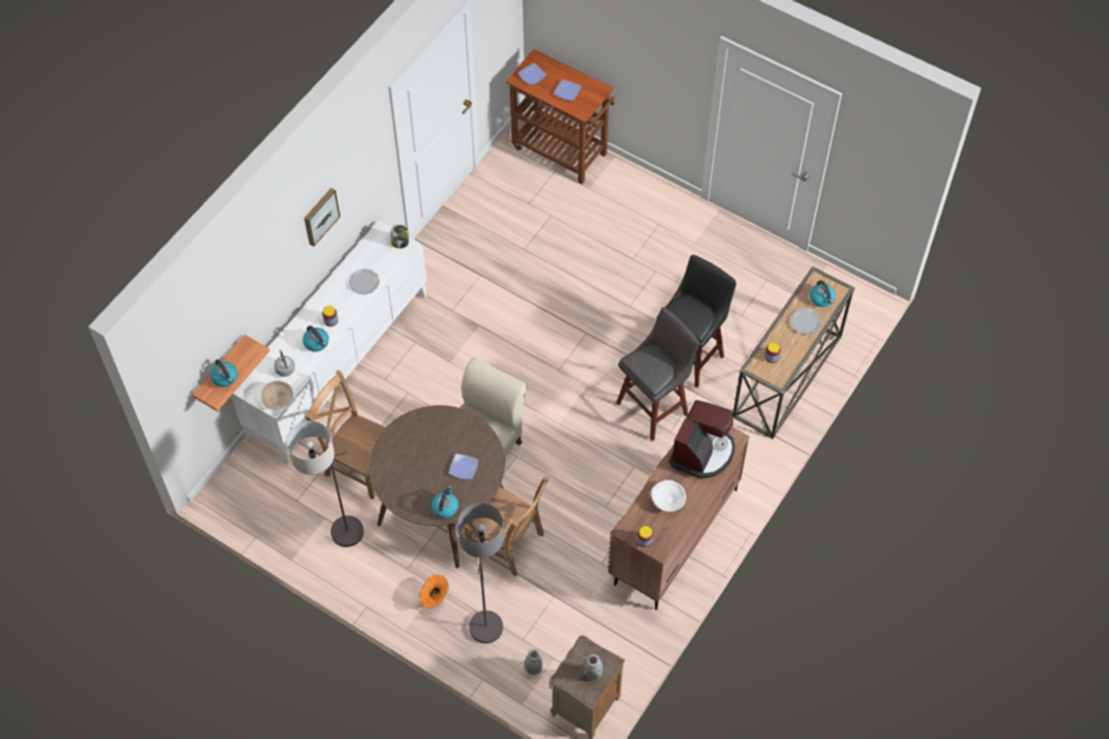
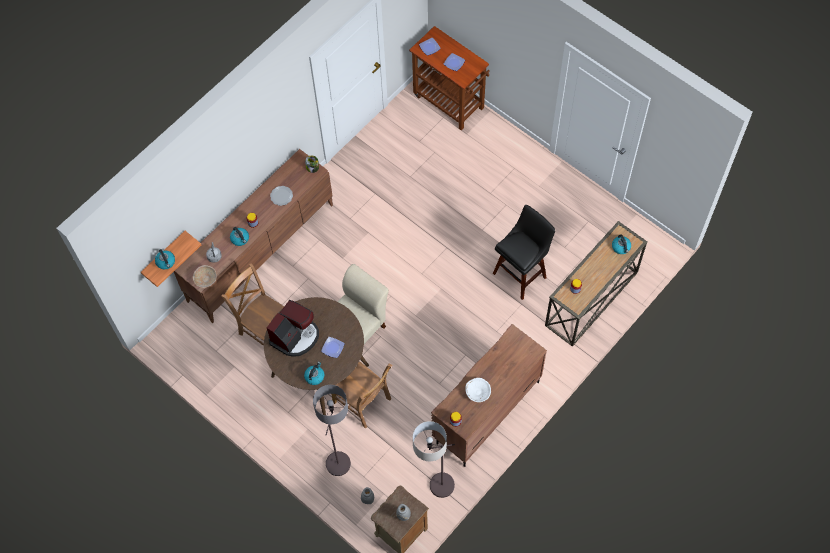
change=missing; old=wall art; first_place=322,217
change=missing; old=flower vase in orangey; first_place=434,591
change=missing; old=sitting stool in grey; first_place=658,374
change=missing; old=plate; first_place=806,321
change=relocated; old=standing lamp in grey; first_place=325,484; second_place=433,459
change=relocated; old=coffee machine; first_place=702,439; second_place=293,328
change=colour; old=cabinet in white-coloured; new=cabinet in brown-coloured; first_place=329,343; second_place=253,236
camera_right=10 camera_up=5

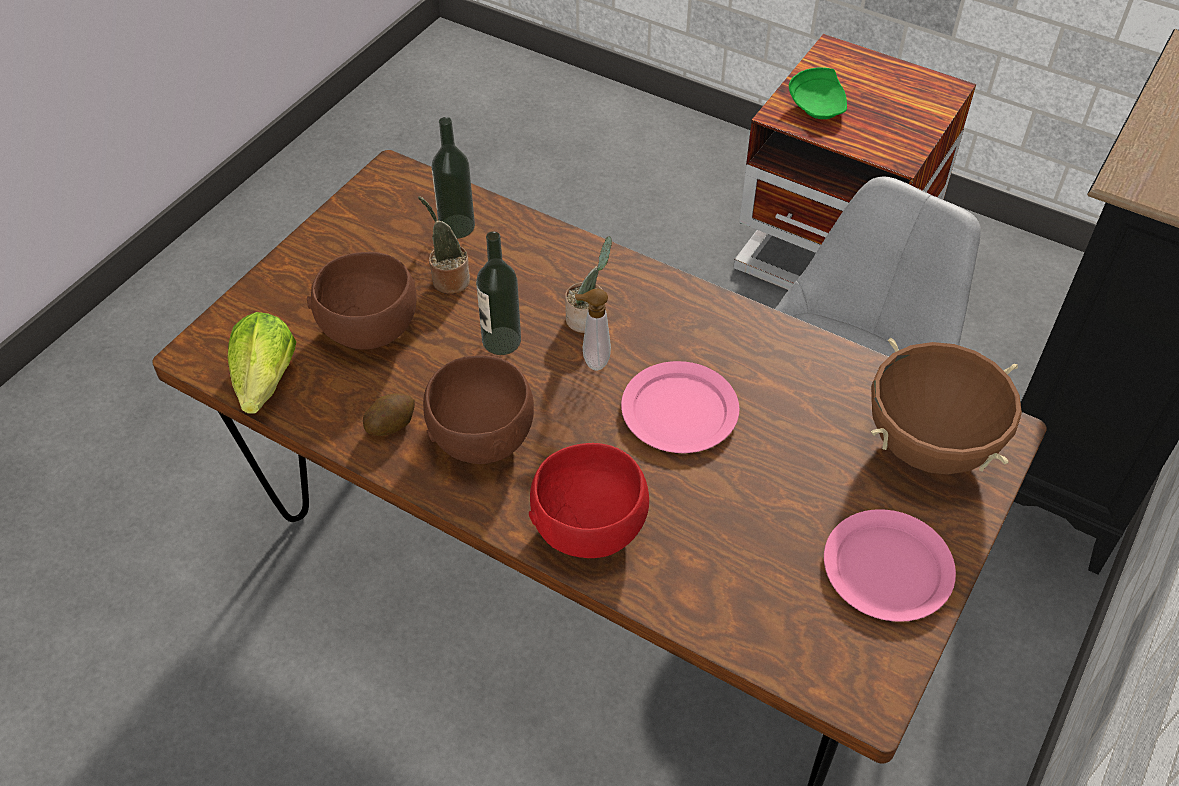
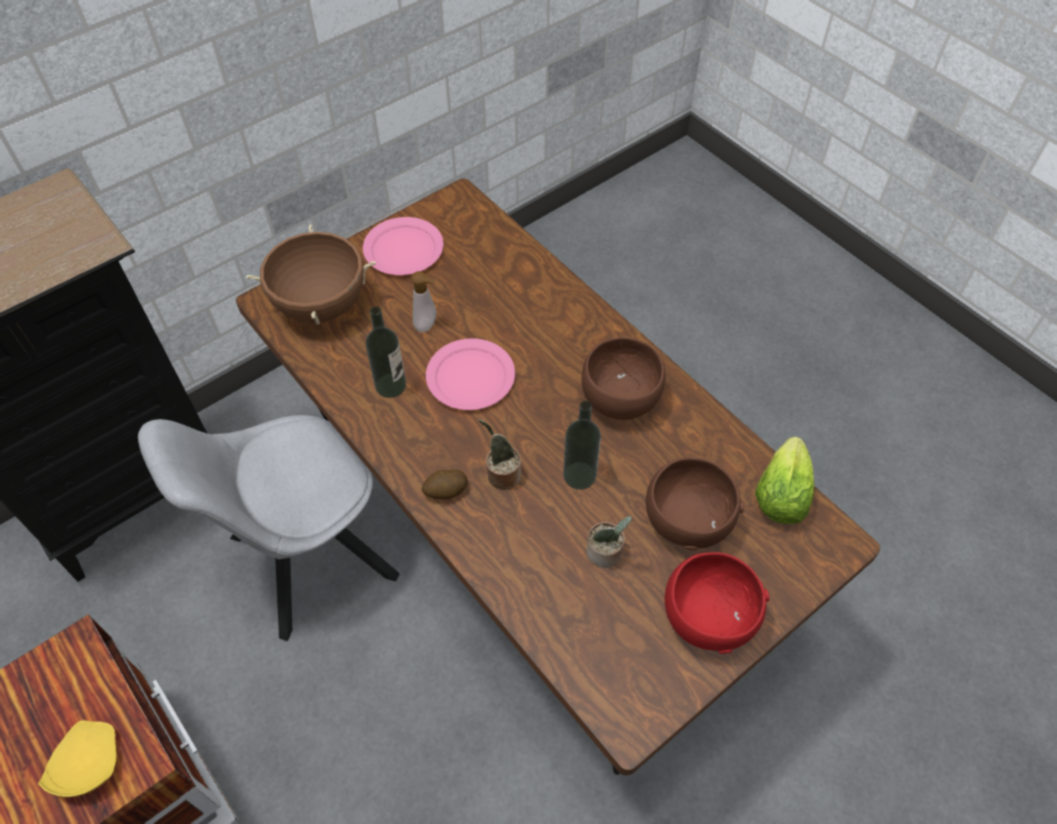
change=relocated; old=potato; first_place=389,414; second_place=444,484
change=relocated; old=drink bottle; first_place=453,178; second_place=385,352
change=relocated; old=deep dish in reddish; first_place=589,500; second_place=717,603
change=relocated; old=soap bottle; first_place=593,329; second_place=423,301
change=colour; old=plate in green; new=plate in yellow; first_place=818,93; second_place=77,758
camera_right=-160 camera_up=5

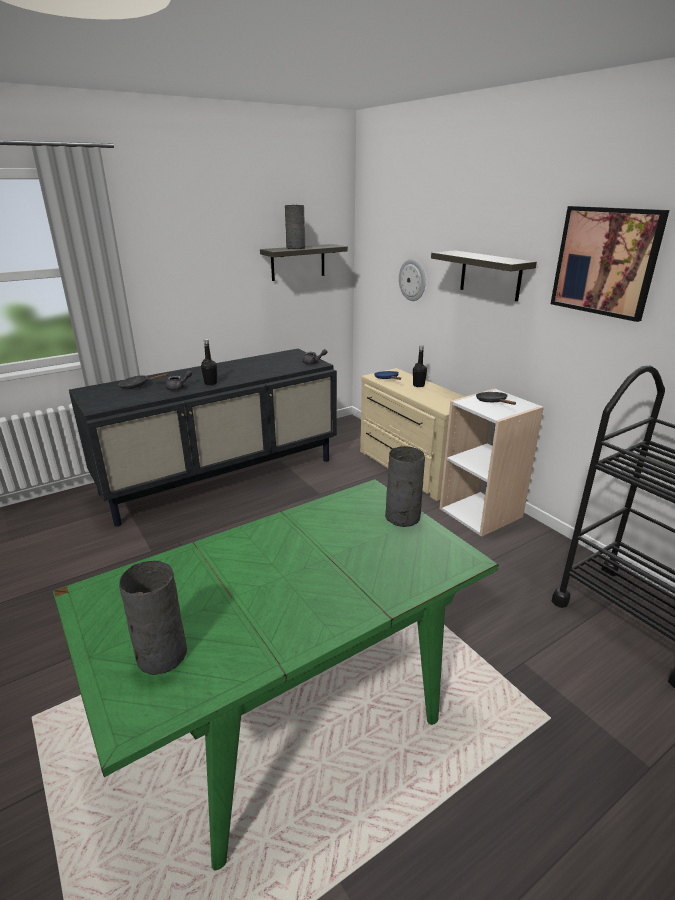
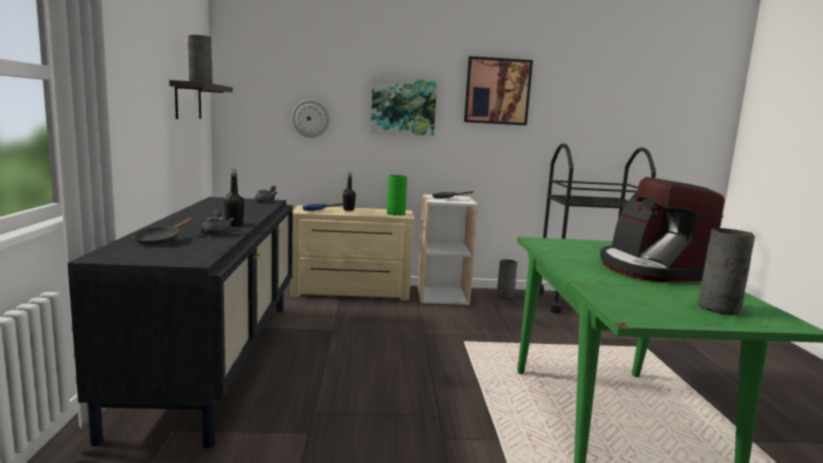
change=appeared; new=flower vase in green; second_place=397,195
change=appeared; new=coffee machine; second_place=662,229
change=relocated; old=flower vase in grey; first_place=405,486; second_place=506,279
change=exchanged; old=bracket shelf; new=wall art; first_place=484,276; second_place=404,107
camera_right=-60 camera_up=-15

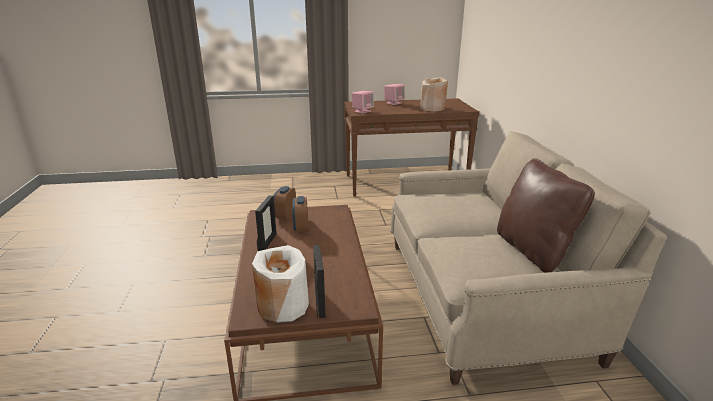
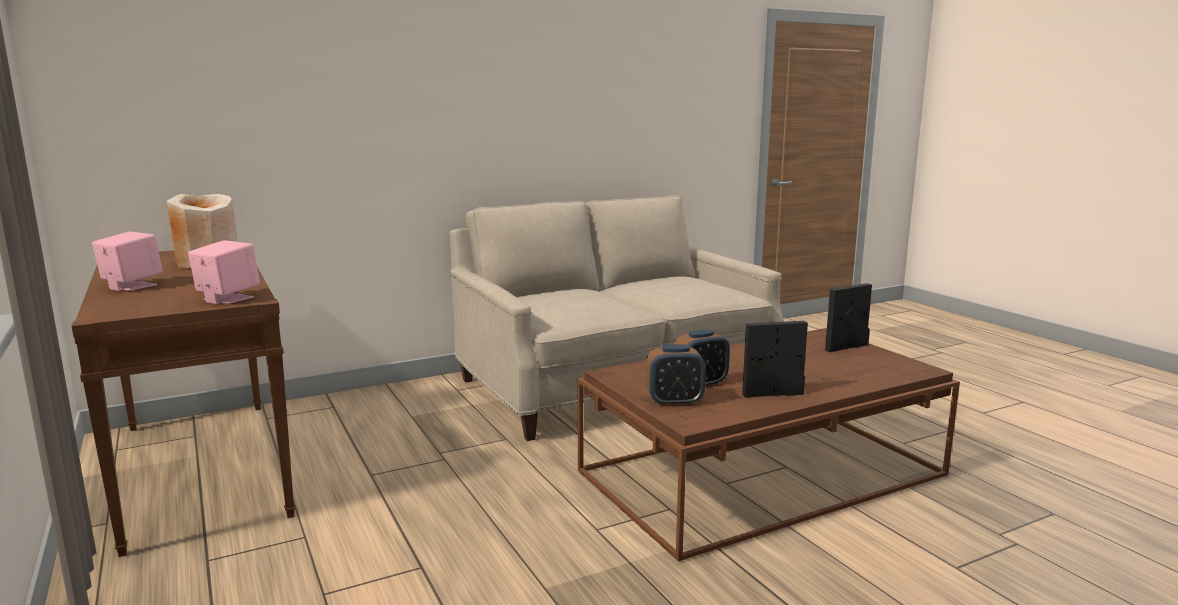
change=missing; old=flower vase in white-coloured; first_place=280,284
change=missing; old=throw pillow in brown-coloured; first_place=546,215
camera_right=-110 camera_up=-10

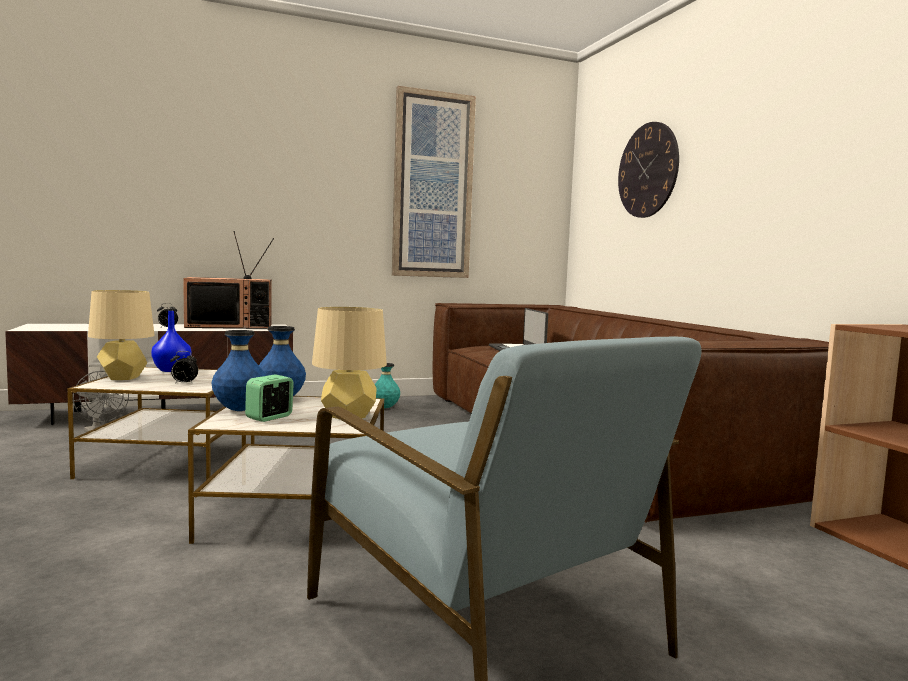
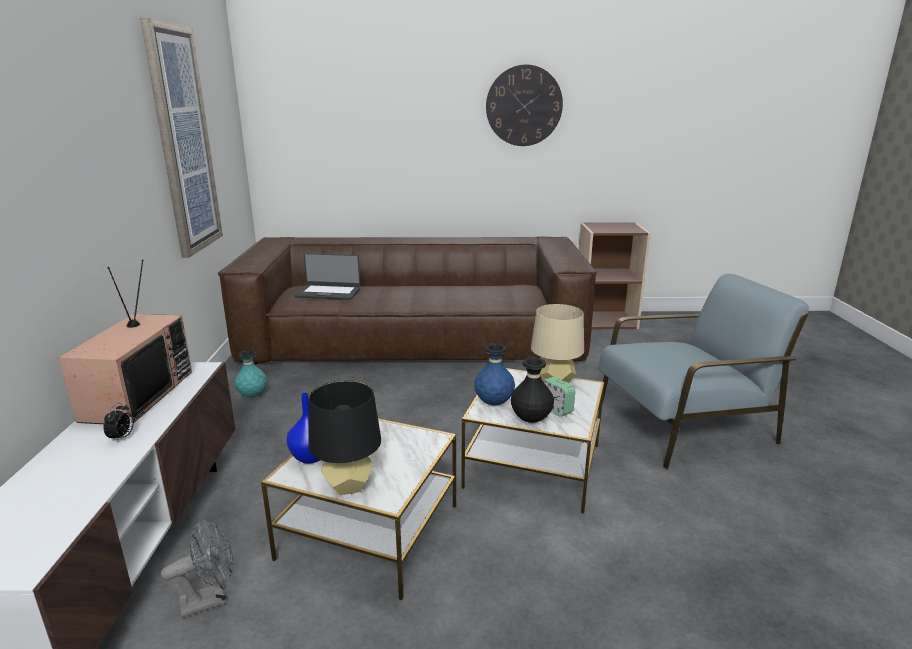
change=missing; old=alarm clock; first_place=184,367
change=relocated; old=wall clock; first_place=648,170; second_place=524,105
change=colour; old=tabletop lamp in beige-coloured; new=tabletop lamp in black; first_place=121,335; second_place=344,437
change=colour; old=flower vase in bluish; new=flower vase in black; first_place=239,370; second_place=532,390
camera_right=-70 camera_up=15

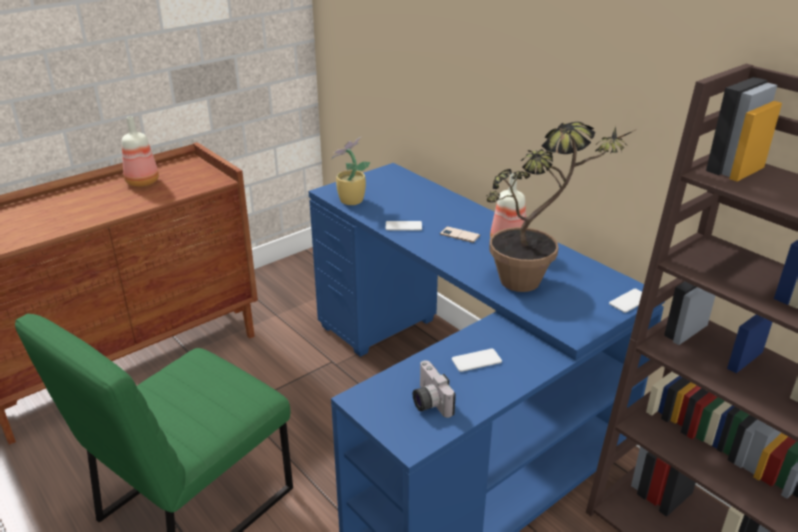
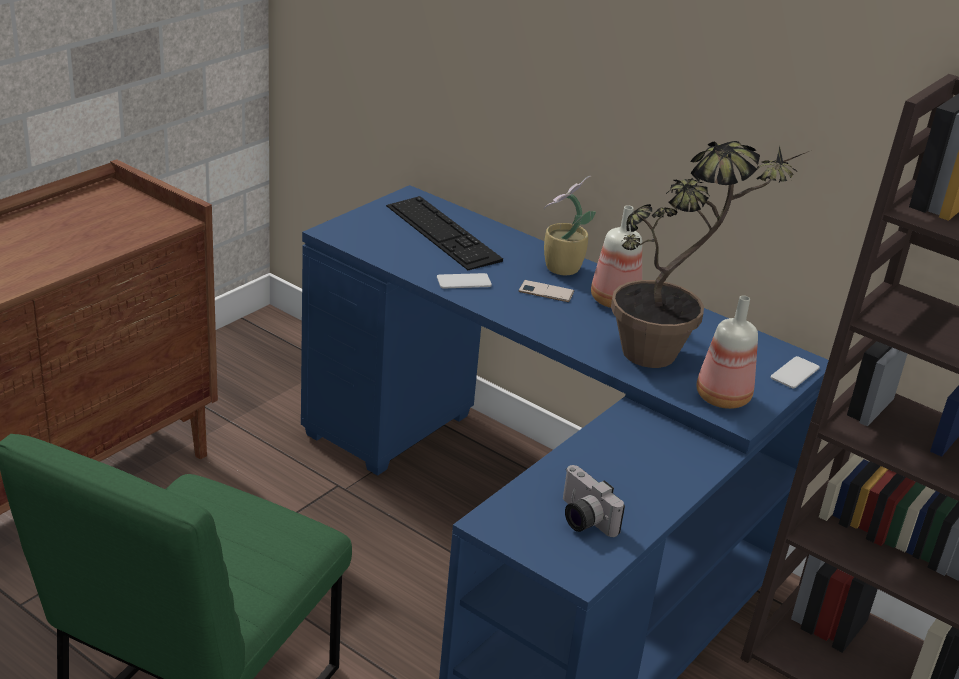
change=missing; old=handset; first_place=477,360
change=appeared; new=PC keyboard; second_place=444,233
change=relocated; old=drink bottle; first_place=140,151; second_place=727,352
change=relocated; old=plant in a pot; first_place=350,171; second_place=570,225
camera_right=-15 camera_up=0

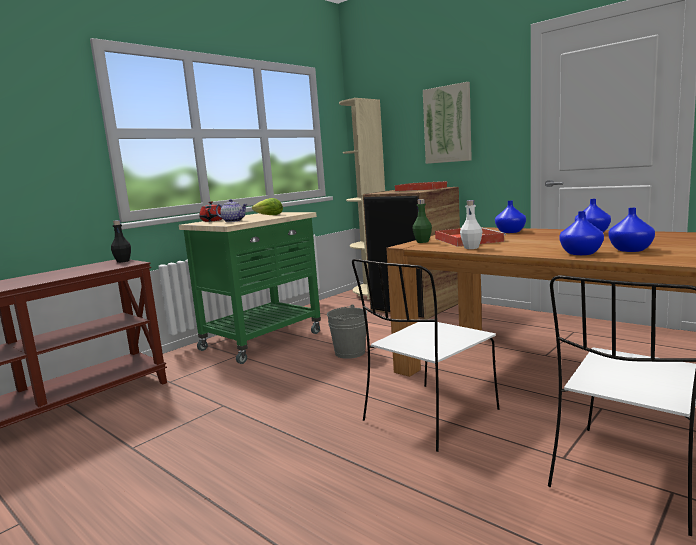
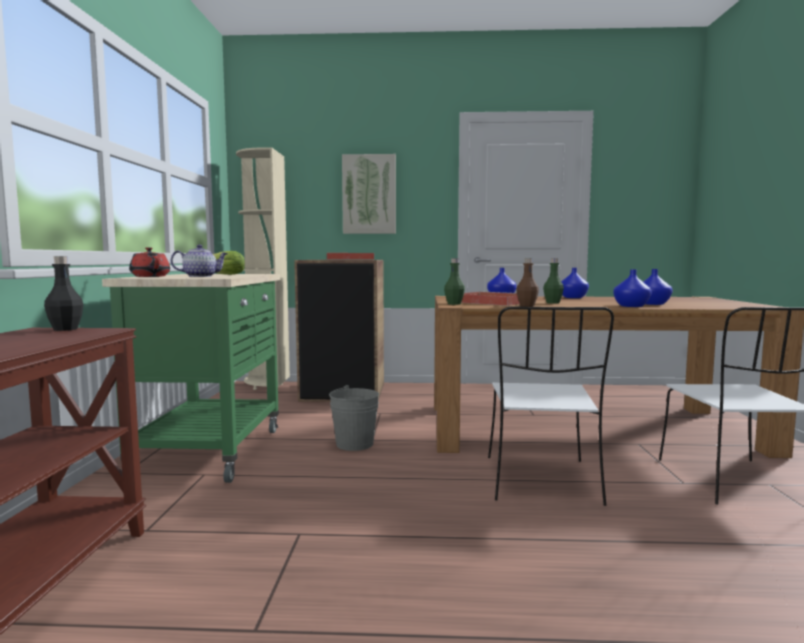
change=appeared; new=drink bottle in green; second_place=553,281
change=colour; old=drink bottle in white-coloured; new=drink bottle in brown-coloured; first_place=471,224; second_place=527,282
camera_right=-40 camera_up=-5

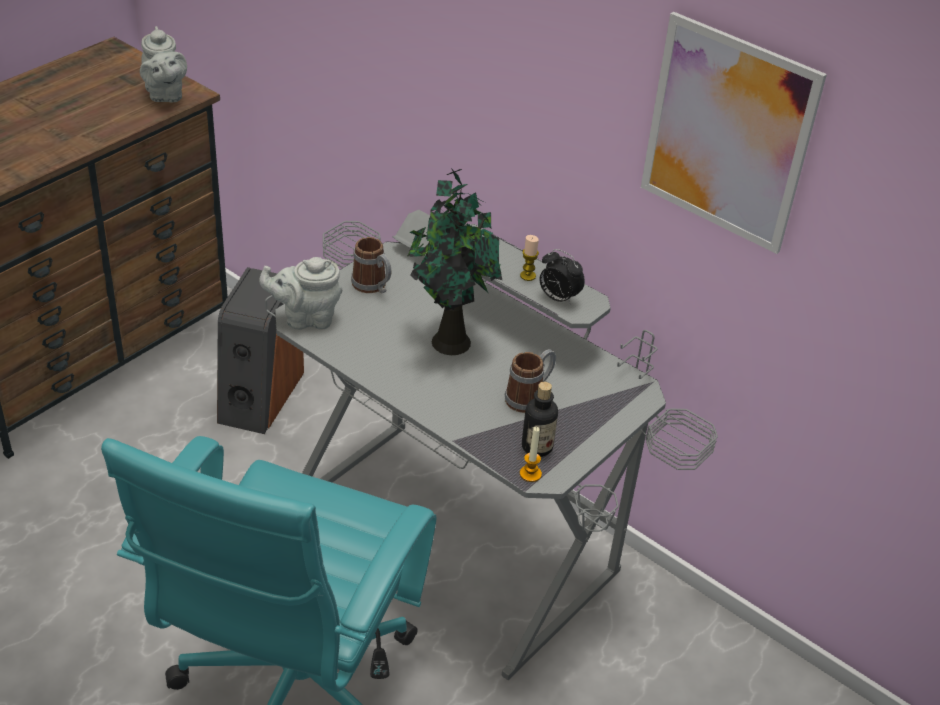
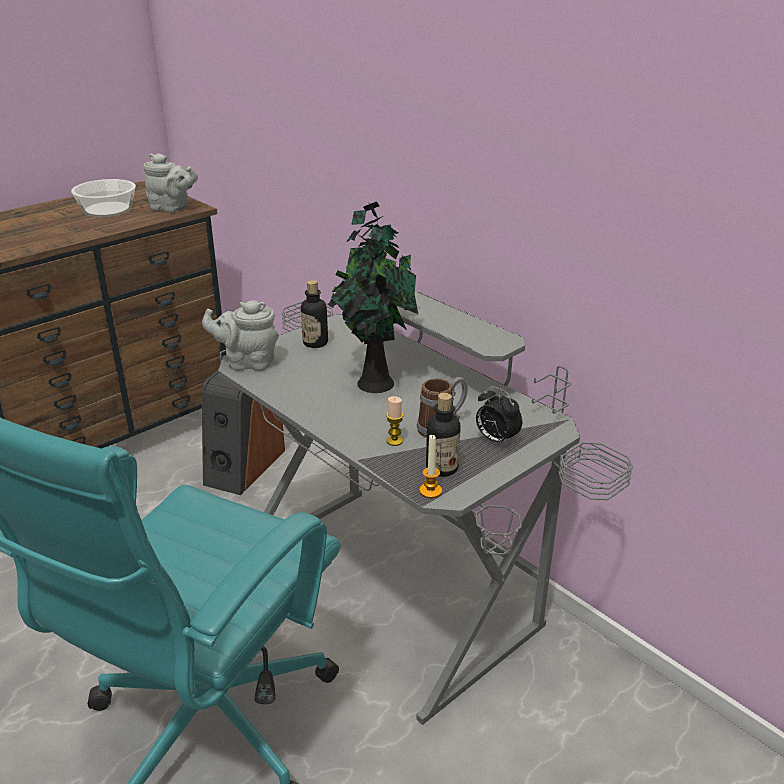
change=missing; old=wall art; first_place=734,133
change=appeared; new=deep dish; second_place=103,198
change=relocated; old=candle; first_place=529,258; second_place=394,421
change=relocated; old=alarm clock; first_place=562,277; second_place=499,416
change=exchanged; old=mug; new=drink bottle; first_place=371,265; second_place=314,314
change=spun; old=tea pot in grey; first_place=163,64; second_place=170,182; degrees=-60
camera_right=10 camera_up=-10

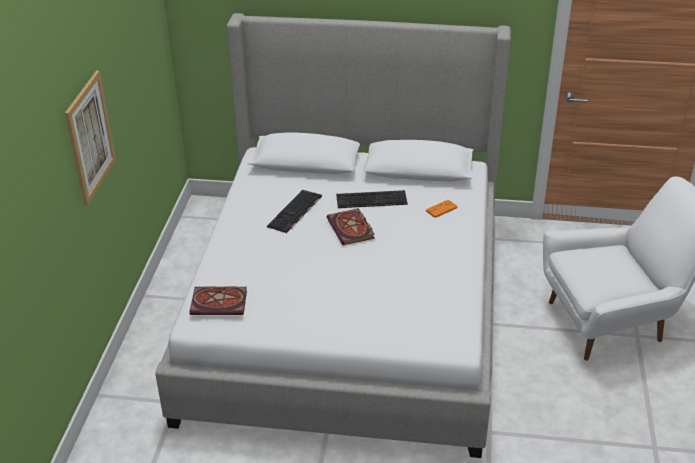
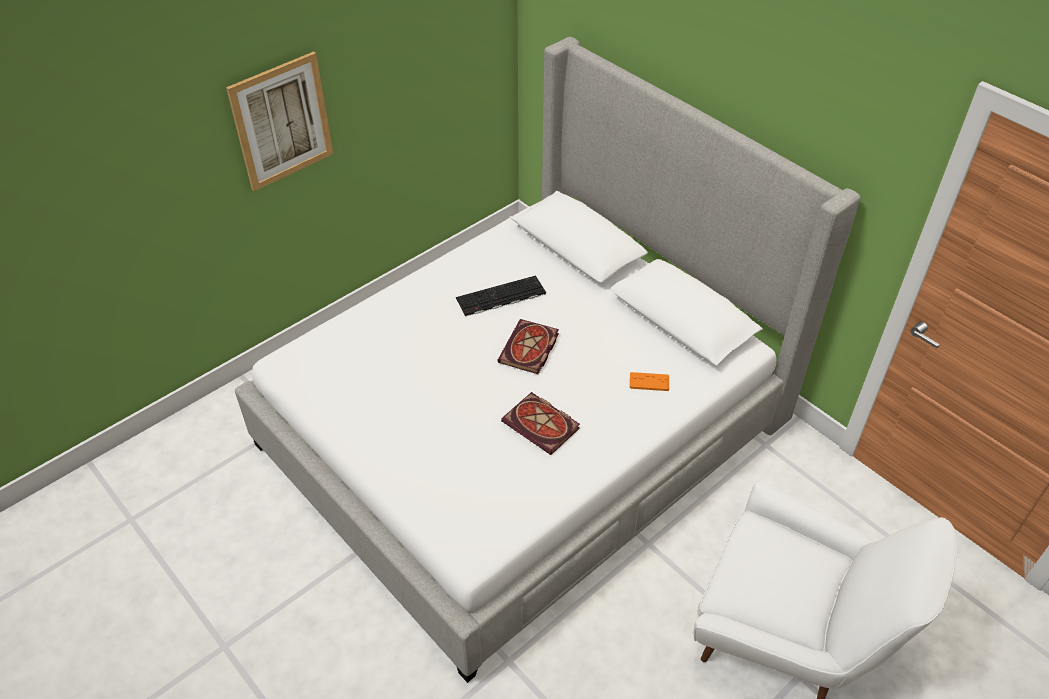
change=missing; old=PC keyboard; first_place=372,199
change=relocated; old=bound book; first_place=218,300; second_place=540,423
camera_right=40 camera_up=10

